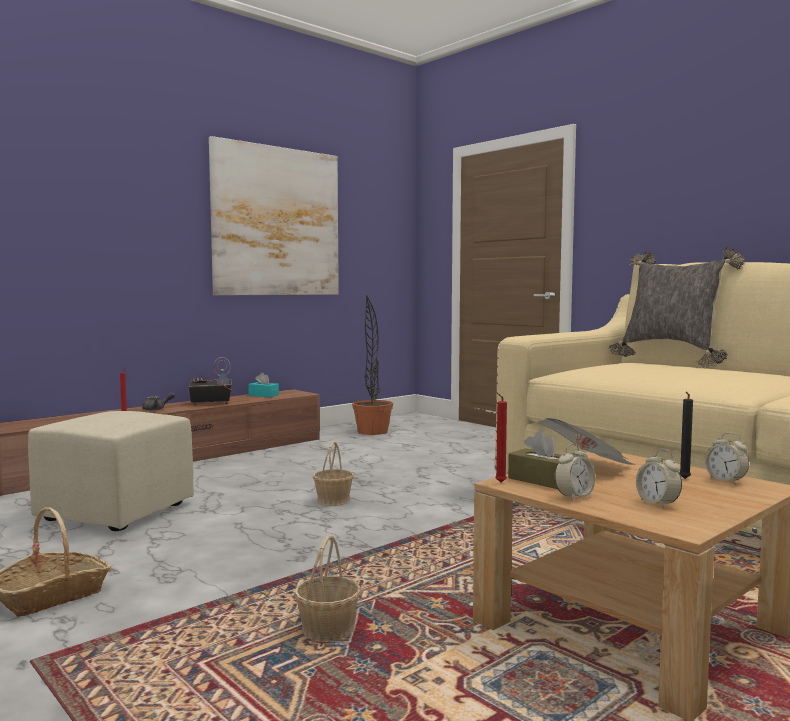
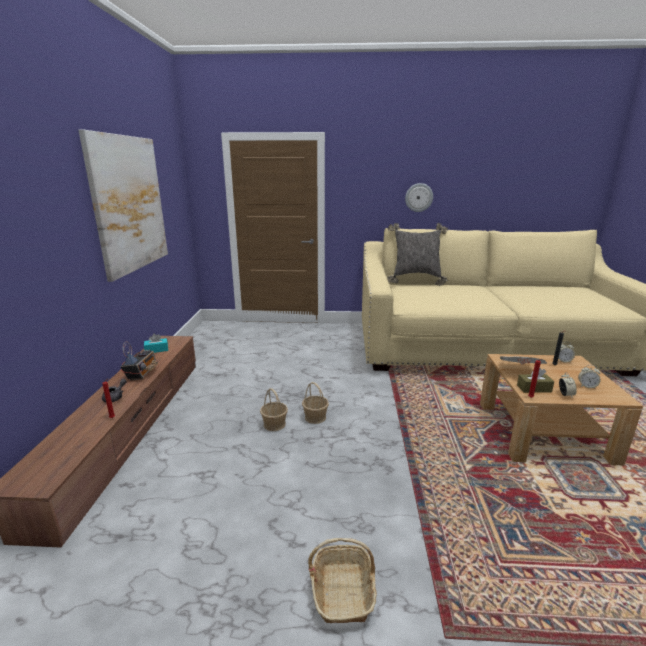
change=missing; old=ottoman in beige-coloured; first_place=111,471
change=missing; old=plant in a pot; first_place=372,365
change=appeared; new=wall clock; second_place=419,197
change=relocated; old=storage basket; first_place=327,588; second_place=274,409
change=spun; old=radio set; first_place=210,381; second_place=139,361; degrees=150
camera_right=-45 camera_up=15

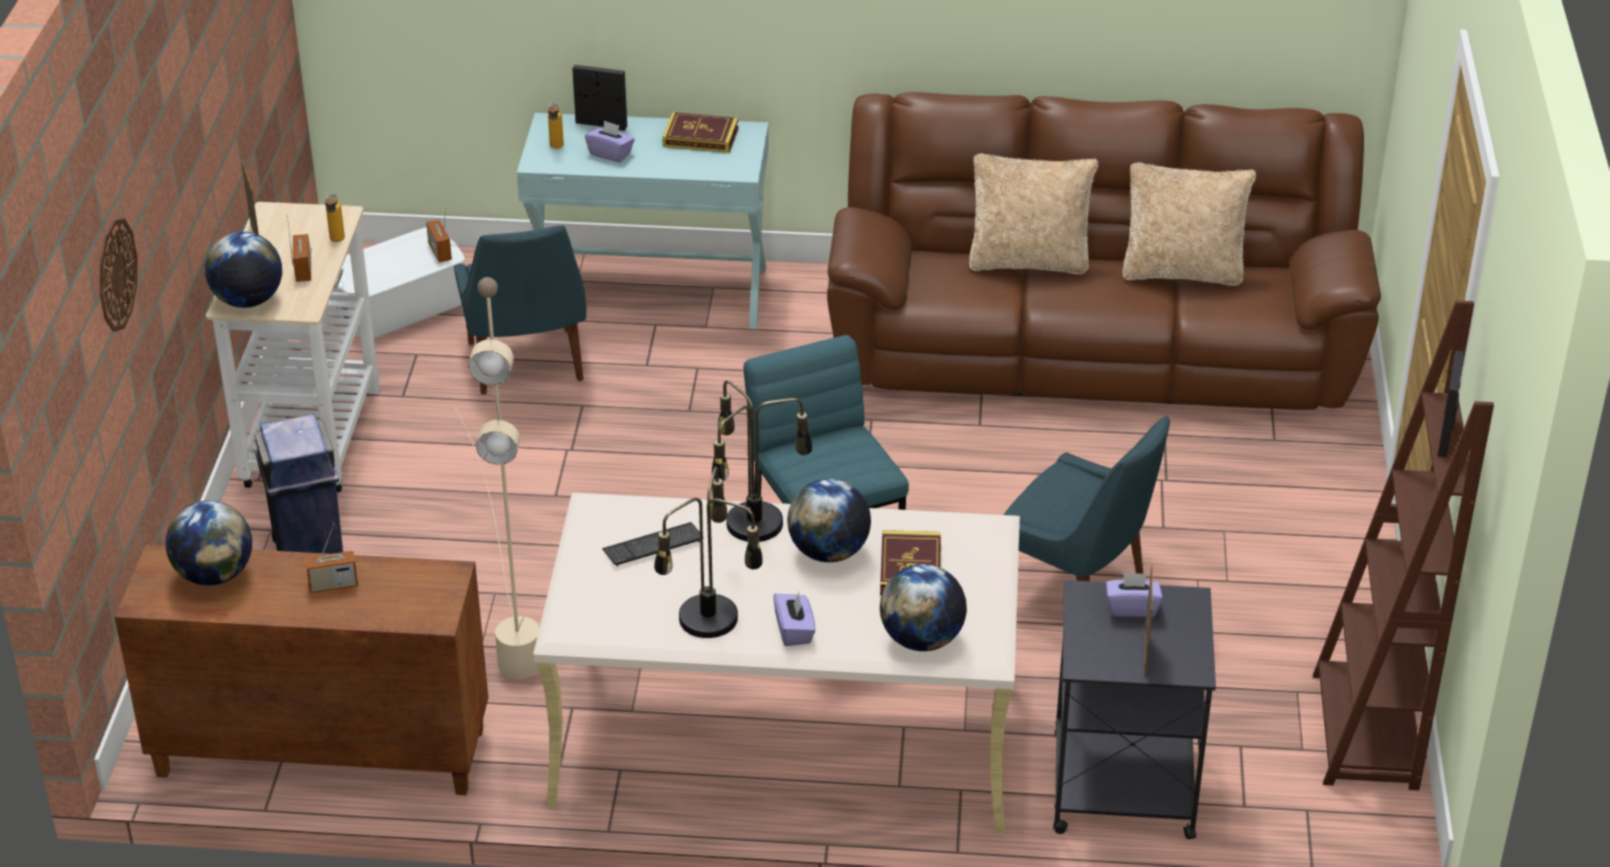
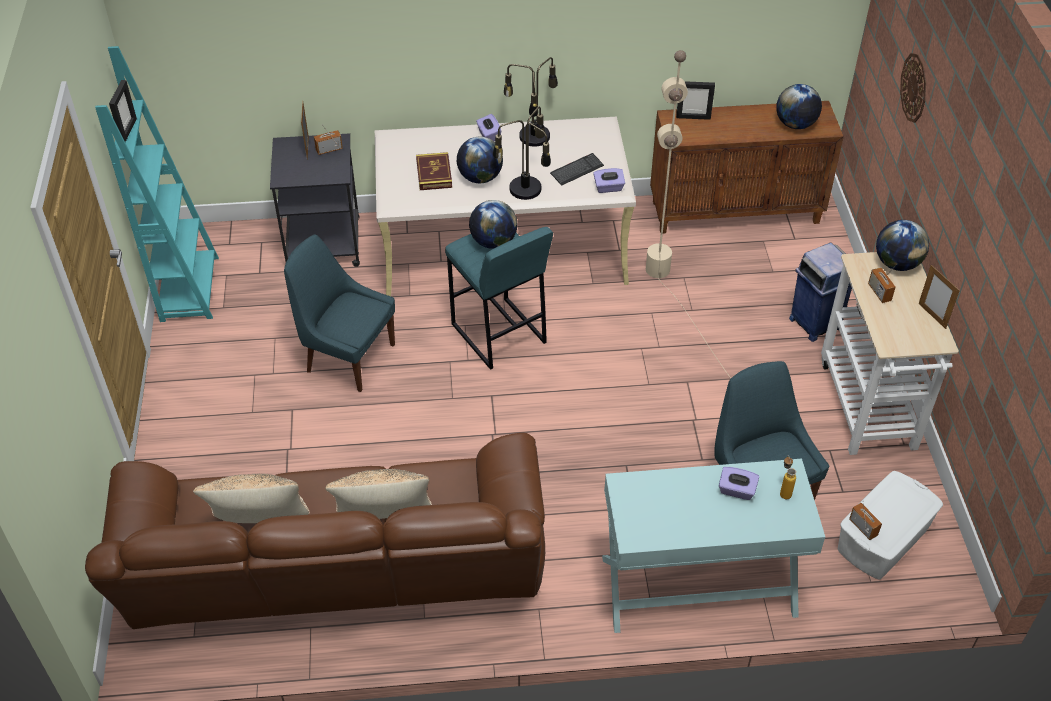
change=missing; old=drink bottle; first_place=335,218
change=missing; old=bound book; first_place=700,132
change=relocated; old=radio set; first_place=331,558; second_place=328,139
change=relocated; old=standing frame; first_place=599,98; second_place=695,100
change=relocated; old=desk globe; first_place=923,607; second_place=493,224
change=relocated; old=tissue holder in purple; first_place=1134,595; second_place=609,180
change=colour; old=bookshelf in brown-coloured; new=bookshelf in blue-green; first_place=1403,545; second_place=157,184
camera_right=170 camera_up=10

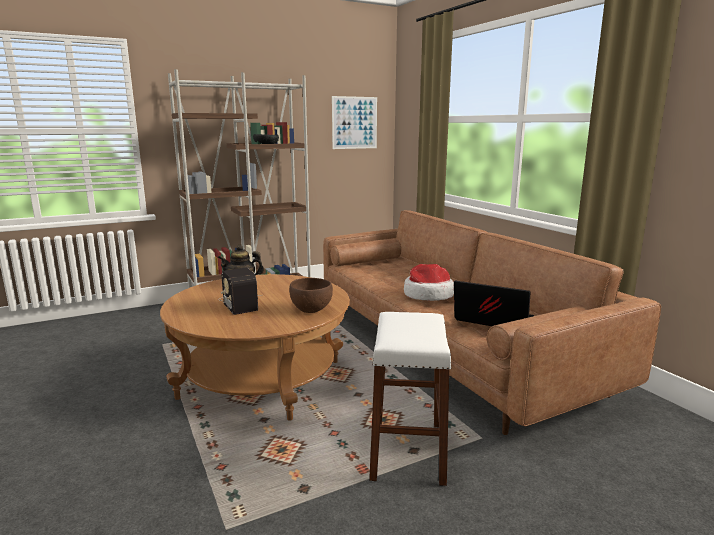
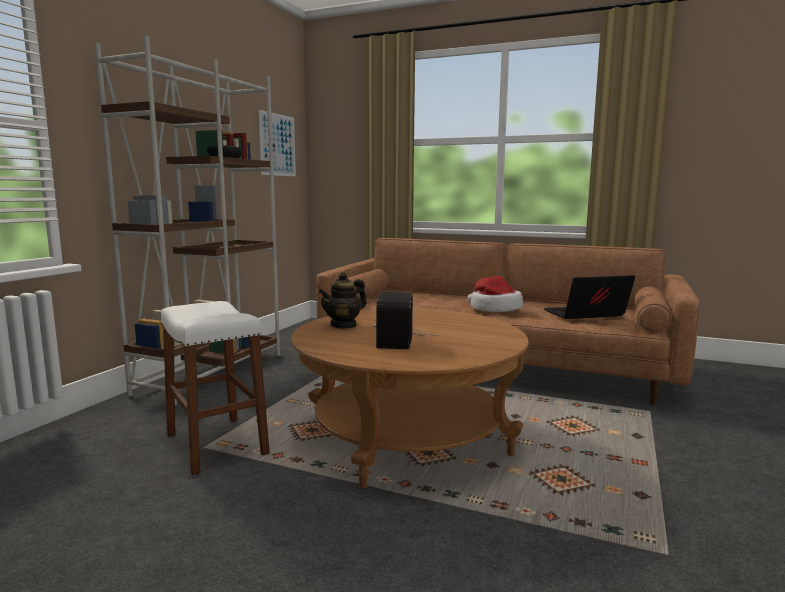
change=missing; old=deep dish in brown-coloured; first_place=311,295
change=relocated; old=sitting stool in white-coloured; first_place=410,399; second_place=215,388
change=spun; old=radio set; first_place=239,291; second_place=402,320; degrees=75
camera_right=-40 camera_up=-5

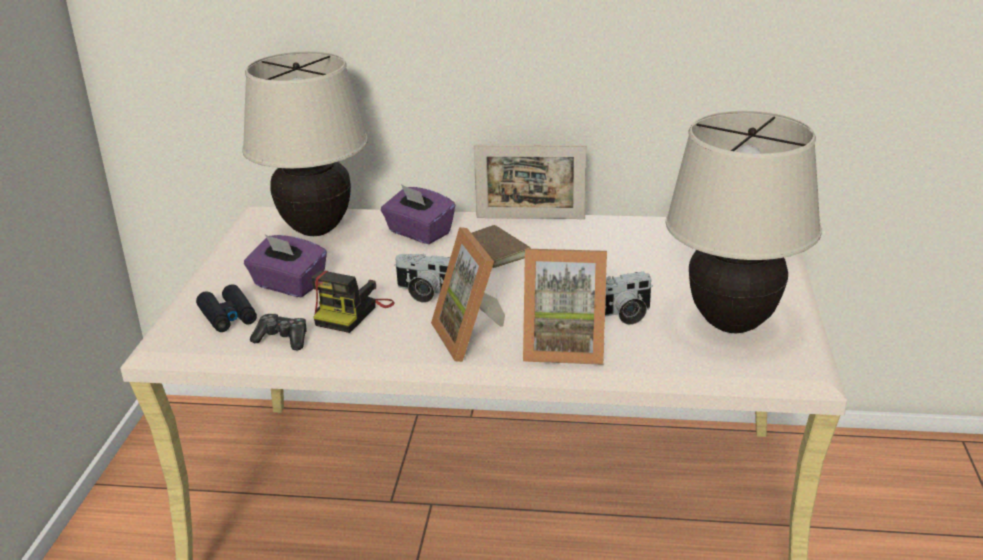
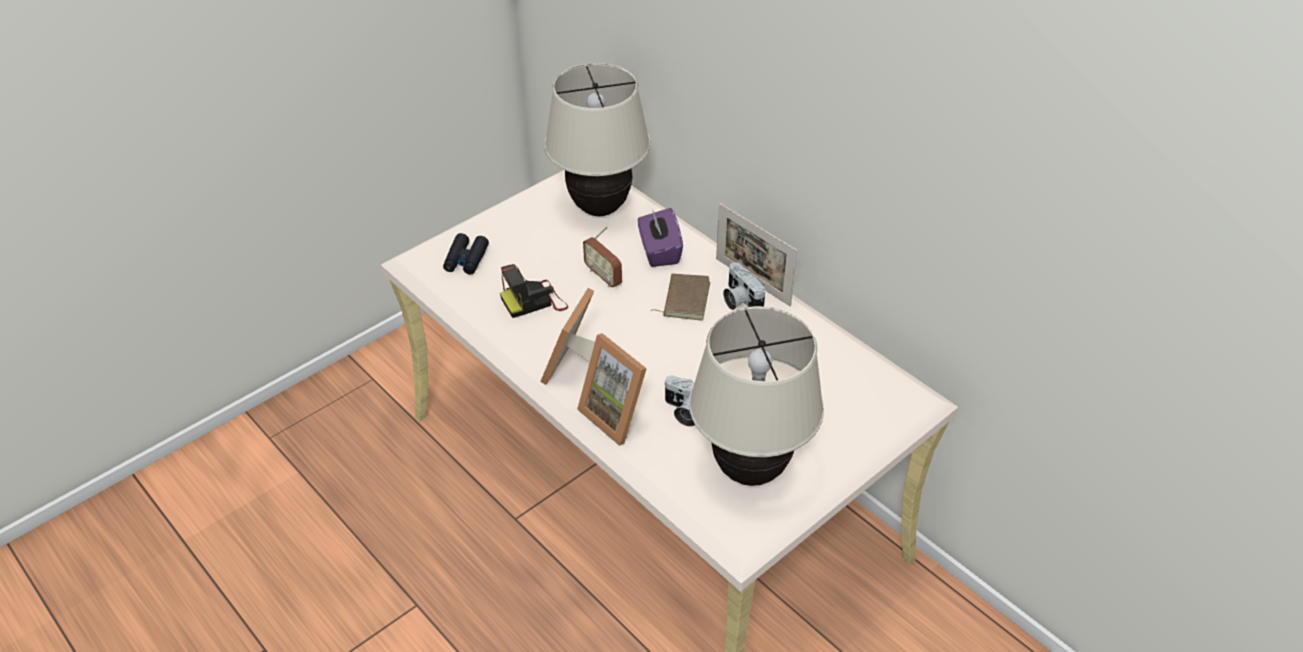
change=missing; old=tissue holder in purple; first_place=285,265
change=missing; old=game controller; first_place=278,332
change=appeared; new=radio set; second_place=602,256
change=relocated; old=photo camera; first_place=422,278; second_place=744,286
camera_right=40 camera_up=15

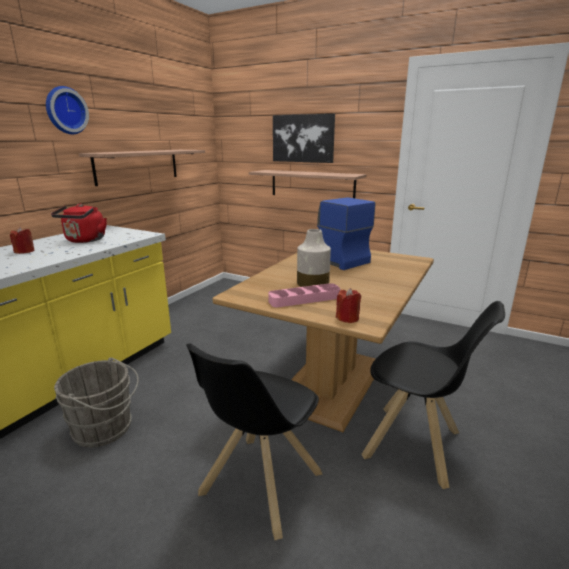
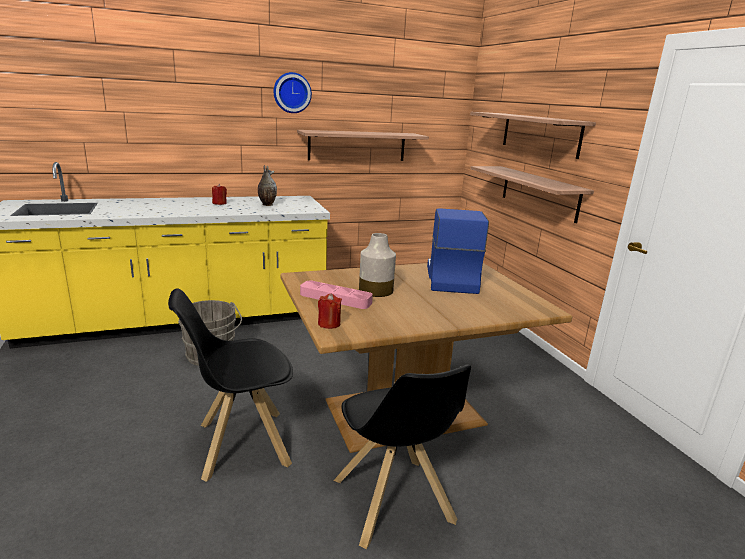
change=exchanged; old=water kettle in reddish; new=flower vase; first_place=79,223; second_place=267,185
change=exchanged; old=wall art; new=bracket shelf; first_place=304,138; second_place=533,135
camera_right=40 camera_up=0

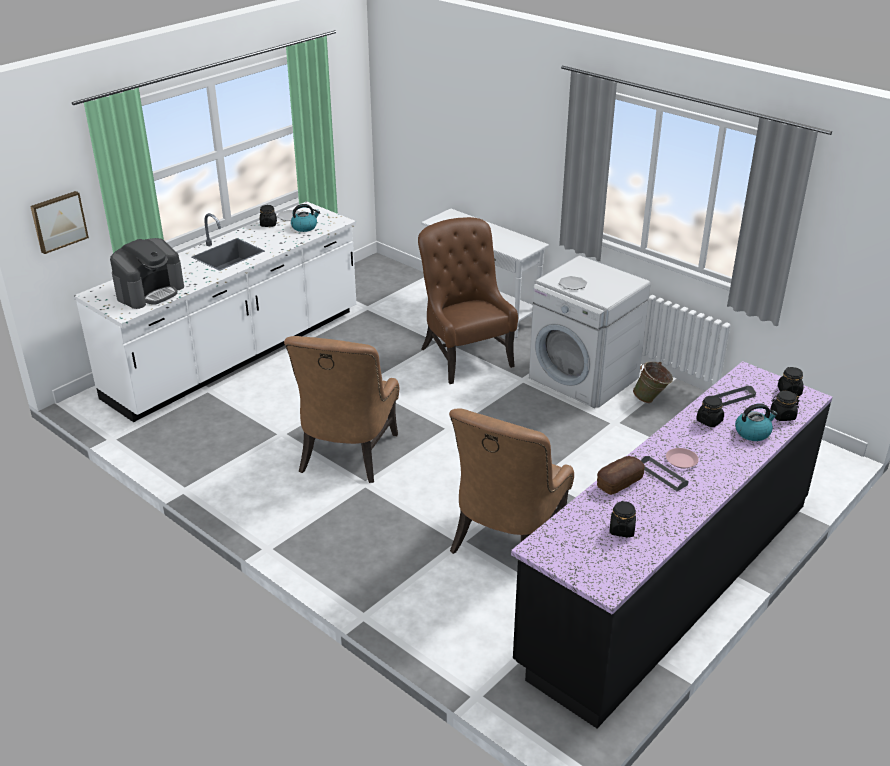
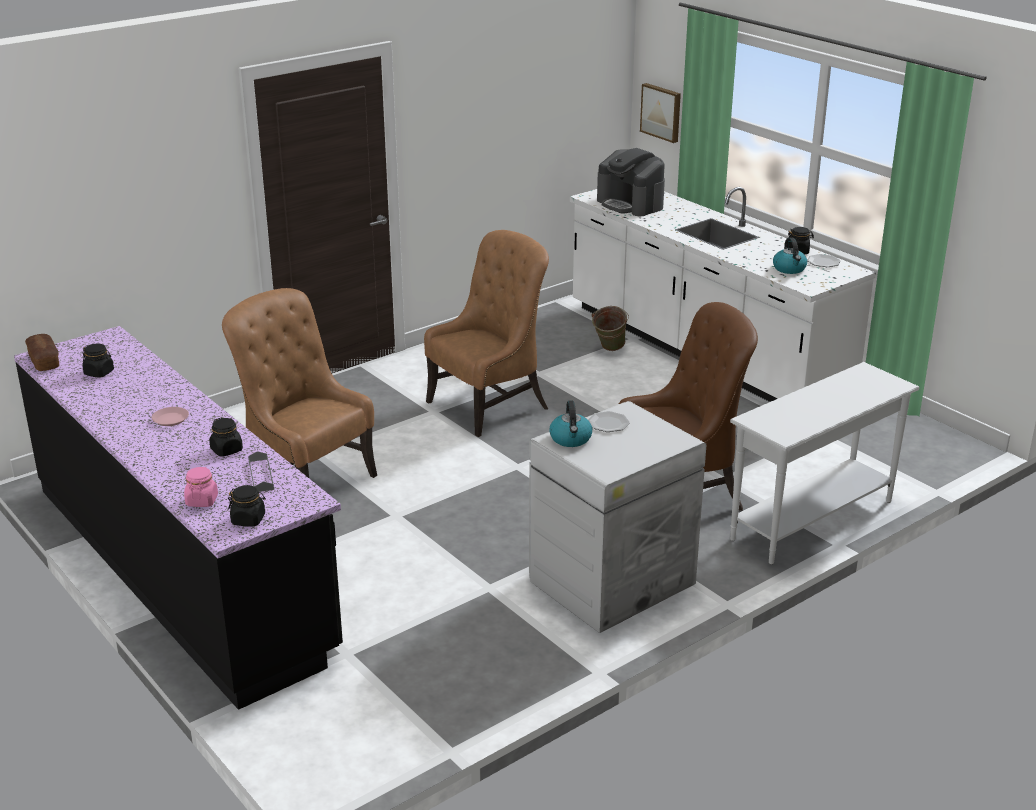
change=missing; old=tray in grey; first_place=664,473
change=relocated; old=baked bread; first_place=621,475; second_place=42,352
change=relocated; old=bucket in green; first_place=653,382; second_place=610,328
change=relocated; old=water kettle; first_place=756,422; second_place=570,423
change=colour; old=jar in black; new=jar in pink-coloured; first_place=785,406; second_place=201,487
change=spun; old=upright chair in brown-coloured; first_place=341,409; second_place=486,333; degrees=120
camera_right=100 camera_up=-5

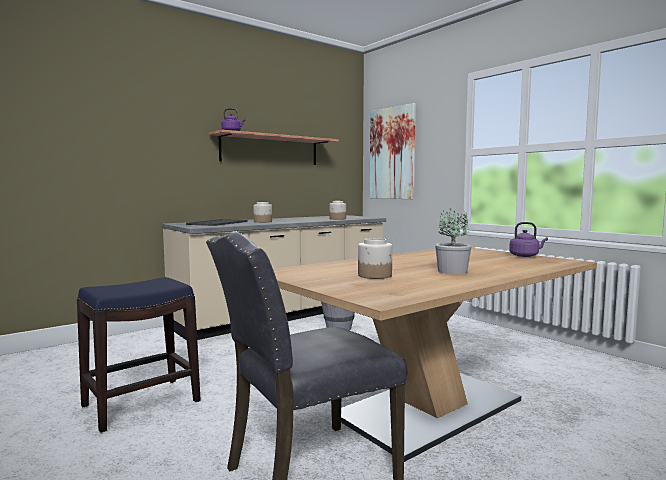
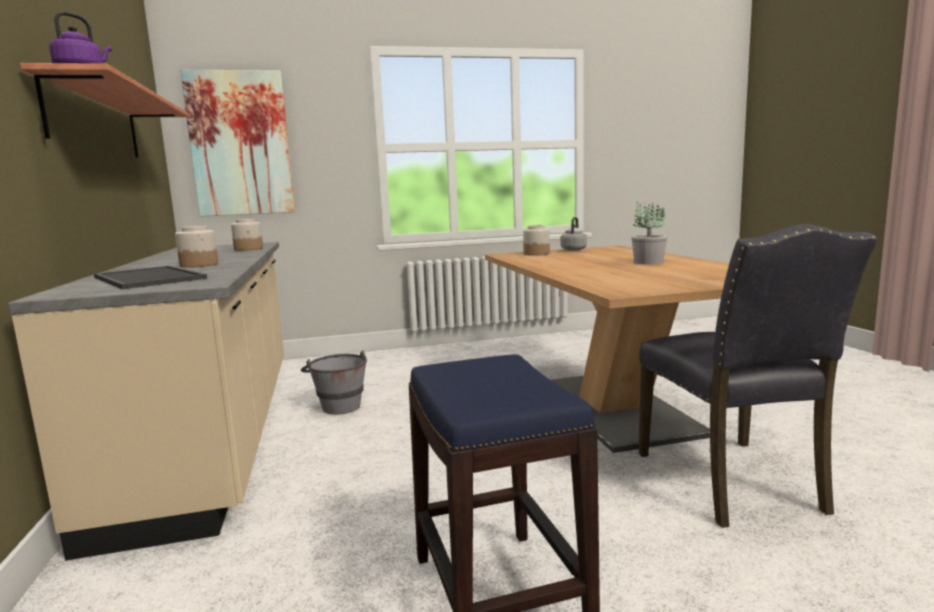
change=relocated; old=jar; first_place=375,258; second_place=536,240
change=colour; old=water kettle in purple; new=water kettle in grey; first_place=528,239; second_place=573,234
camera_right=-65 camera_up=5

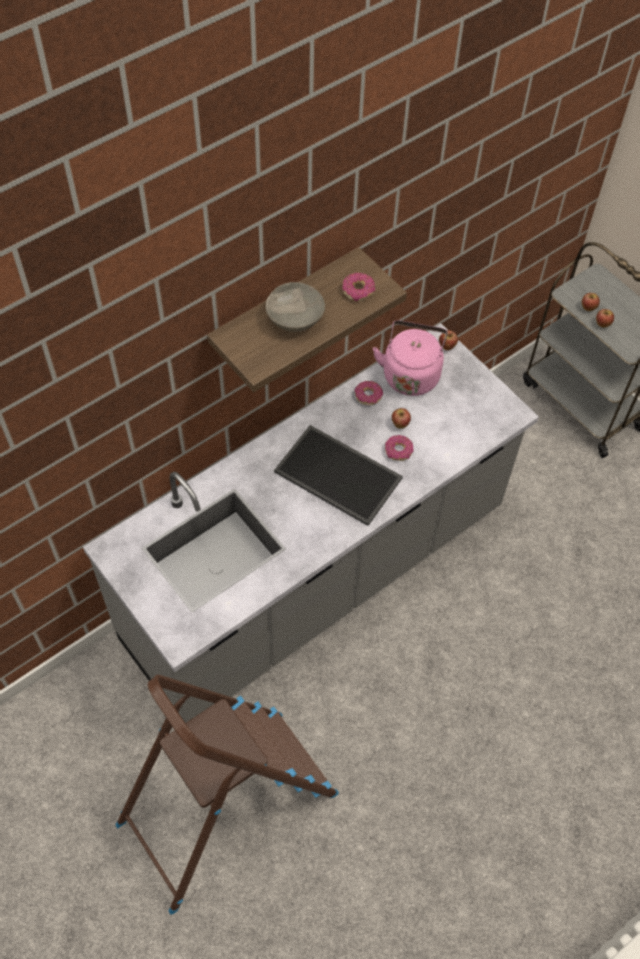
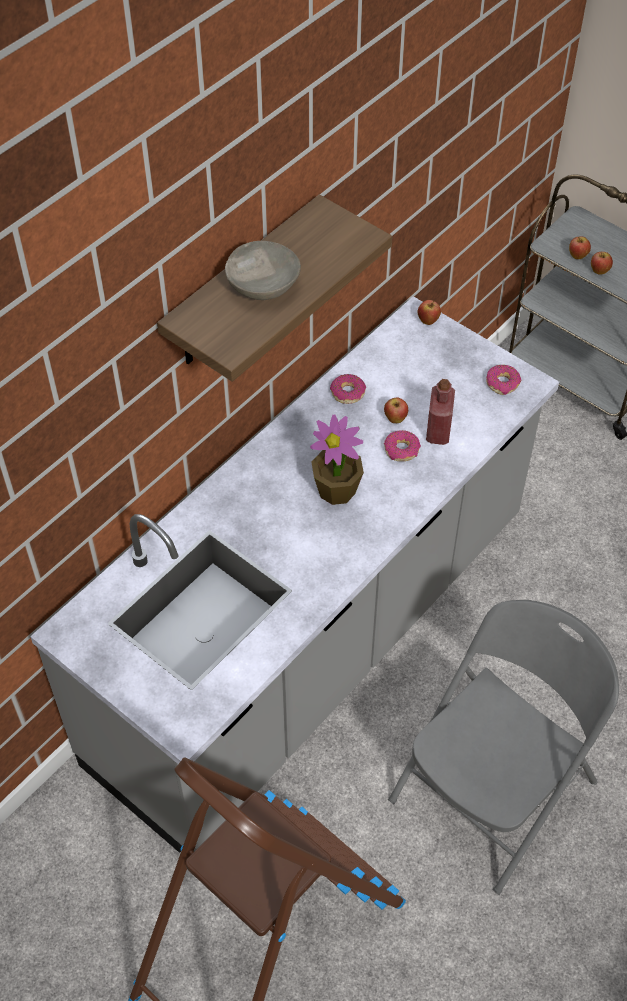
change=missing; old=water kettle in pink-coloured; first_place=410,358
change=appeared; new=upright chair in grey; second_place=503,747
change=appeared; new=drink bottle in reddish; second_place=440,412
change=relocated; old=ring doughnut; first_place=358,287; second_place=504,380
change=exchanged; old=tray; new=plant in a pot; first_place=338,475; second_place=337,460
camera_right=-10 camera_up=-5

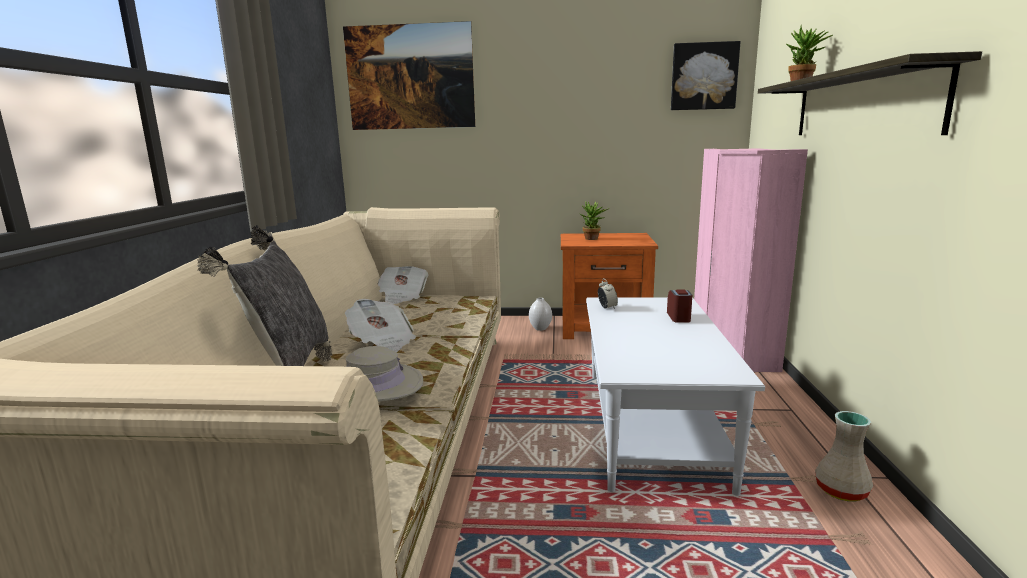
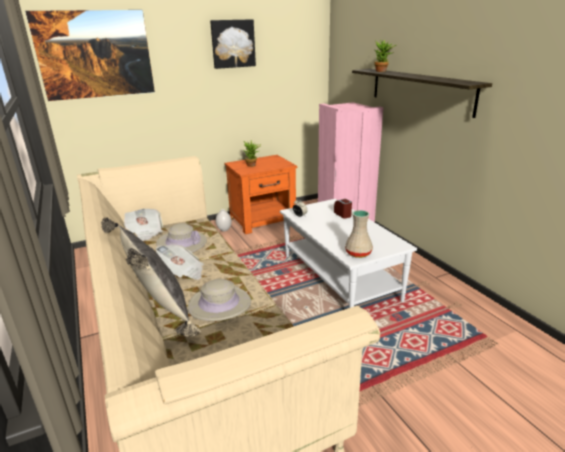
change=appeared; new=hat in beige-coloured; second_place=181,238
change=relocated; old=wall art; first_place=706,75; second_place=233,44
change=relocated; old=flower vase in beige-coloured; first_place=844,456; second_place=359,234
camera_right=-30 camera_up=10

